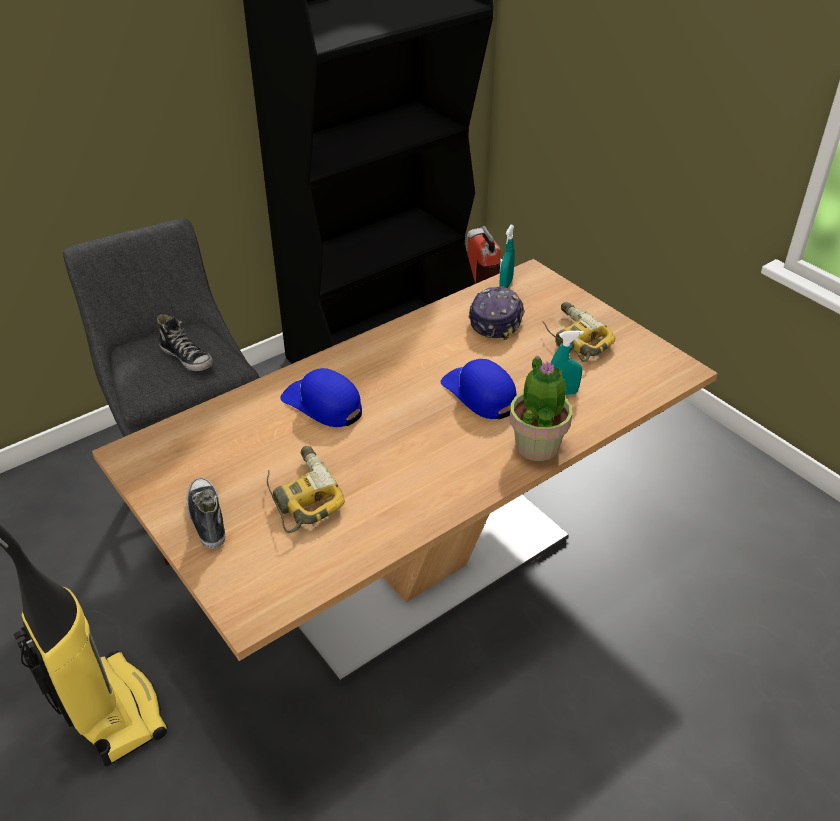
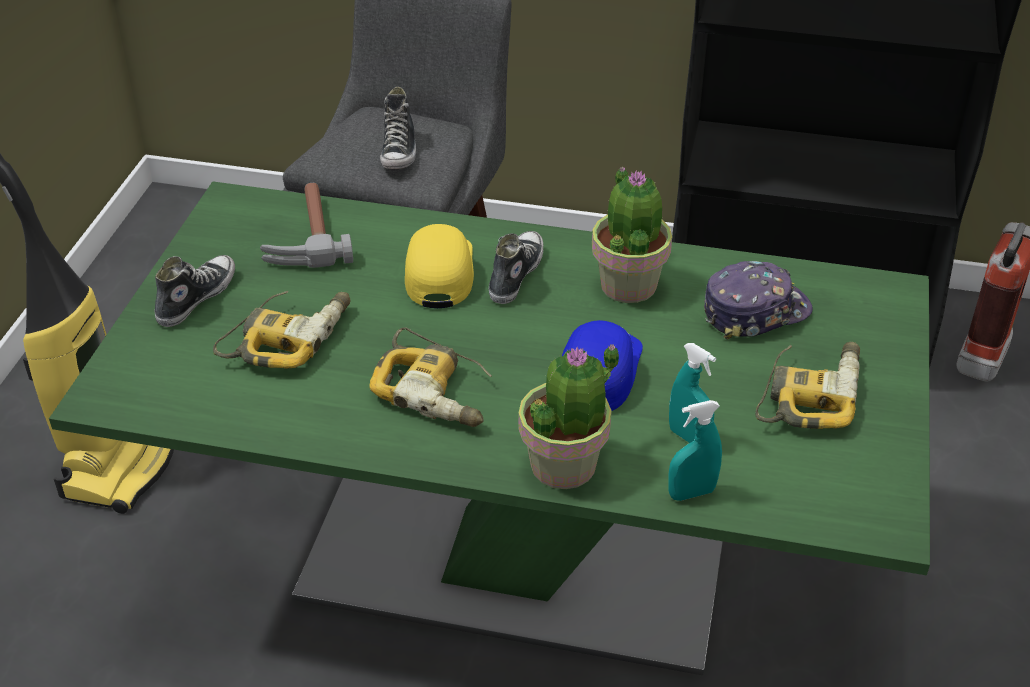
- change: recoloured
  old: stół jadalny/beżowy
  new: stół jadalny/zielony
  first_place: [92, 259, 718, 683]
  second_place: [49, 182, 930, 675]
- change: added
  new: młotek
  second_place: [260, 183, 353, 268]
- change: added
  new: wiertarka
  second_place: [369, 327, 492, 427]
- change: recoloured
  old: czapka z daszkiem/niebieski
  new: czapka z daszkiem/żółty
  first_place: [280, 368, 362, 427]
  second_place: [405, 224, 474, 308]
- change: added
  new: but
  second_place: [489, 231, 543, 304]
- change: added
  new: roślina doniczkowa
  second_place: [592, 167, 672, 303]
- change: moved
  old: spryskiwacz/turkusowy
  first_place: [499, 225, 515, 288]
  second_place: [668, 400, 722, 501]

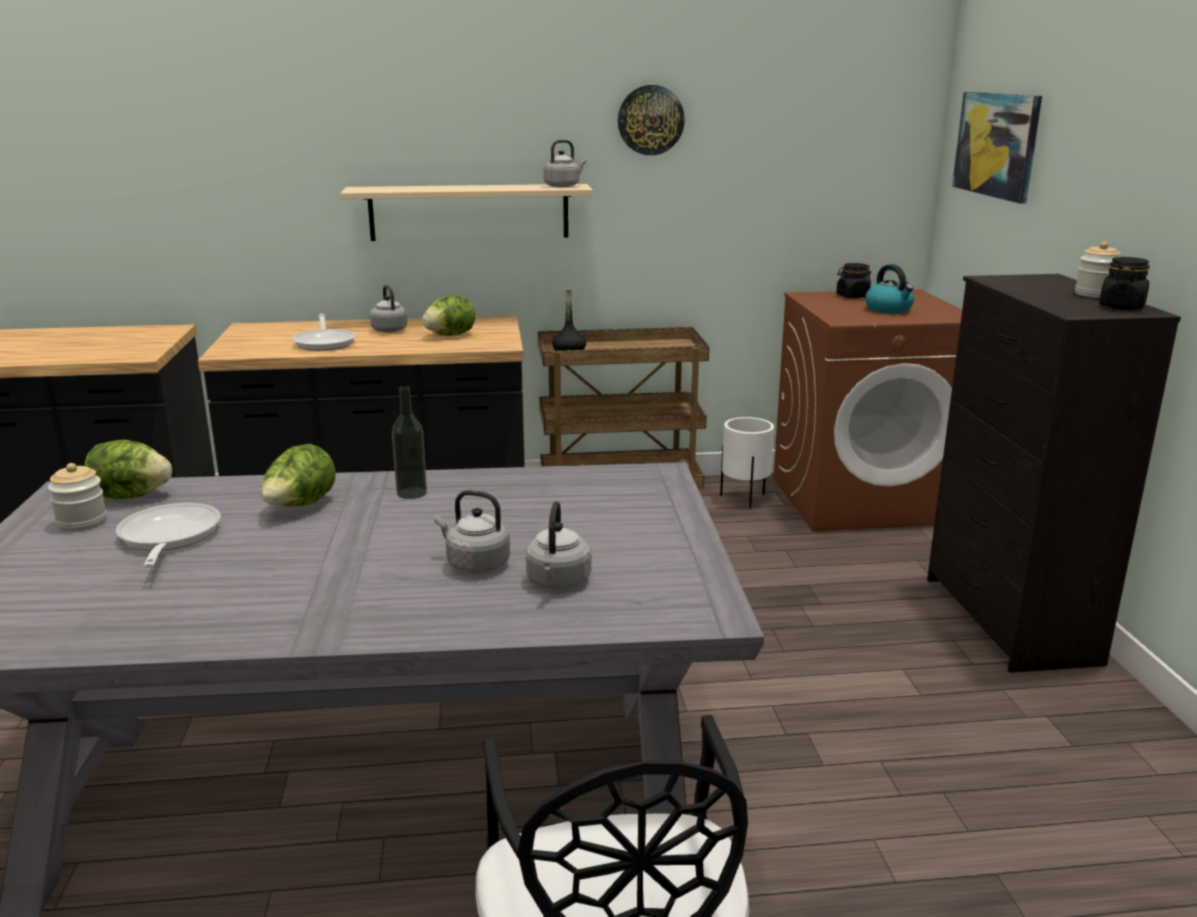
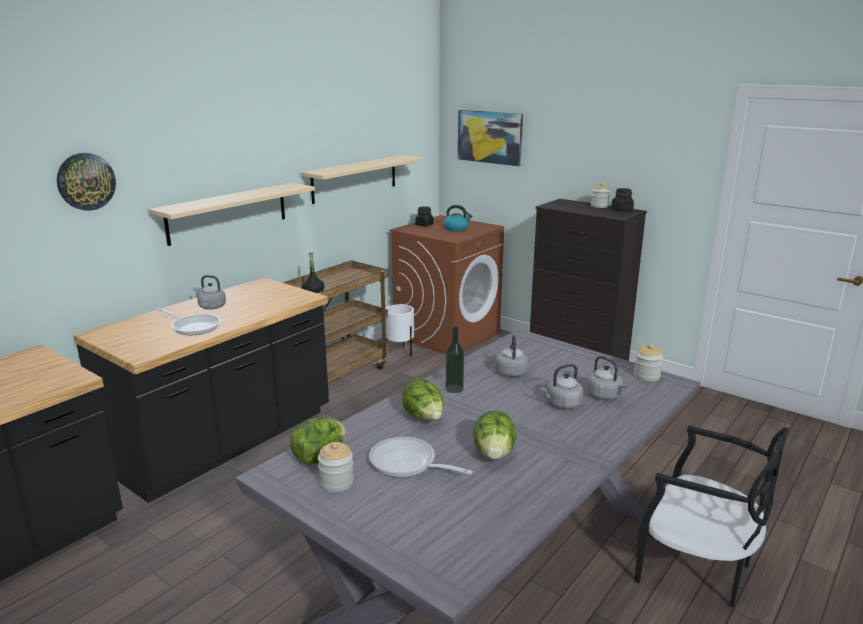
- change: moved
  old: zegar ścienny
  first_place: [618, 85, 685, 155]
  second_place: [57, 153, 116, 211]
- change: added
  new: półka/beżowy
  second_place: [300, 155, 423, 204]
- change: moved
  old: sałata
  first_place: [422, 296, 476, 335]
  second_place: [473, 410, 517, 460]
- change: moved
  old: czajnik/szary
  first_place: [543, 140, 586, 187]
  second_place: [496, 335, 528, 377]
- change: added
  new: słoik
  second_place: [634, 344, 663, 381]

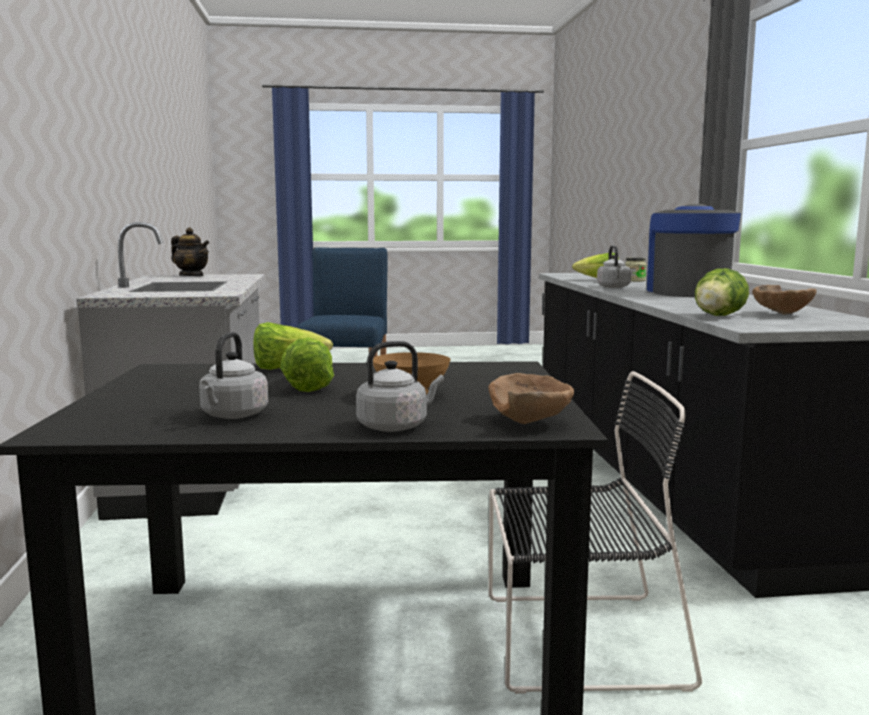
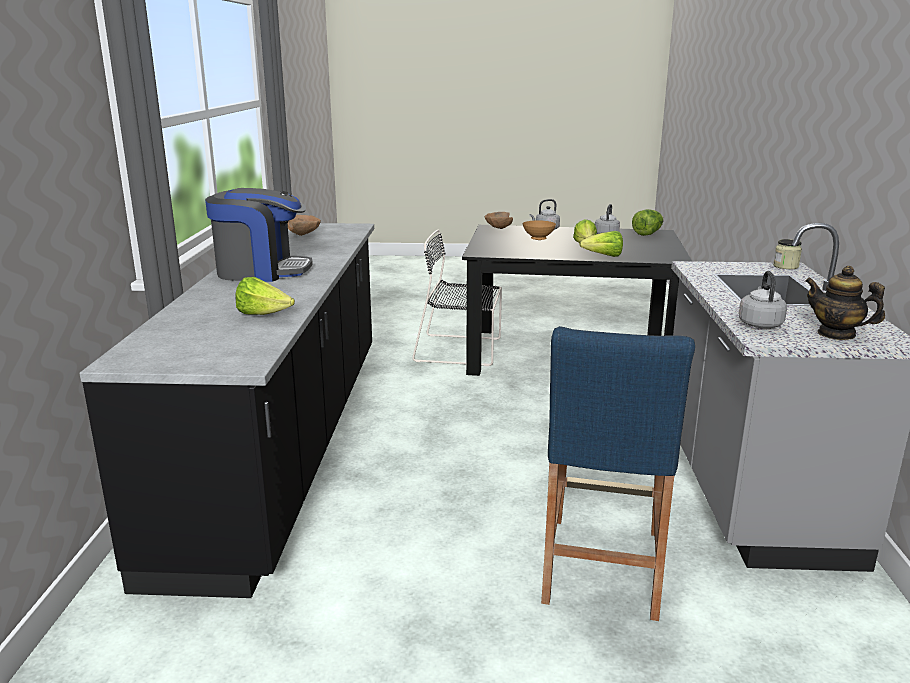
- change: turned
  old: ekspres do kawy
  first_place: [647, 204, 741, 297]
  second_place: [205, 188, 313, 282]
  degrees: -105
- change: moved
  old: sałata
  first_place: [695, 268, 749, 316]
  second_place: [632, 209, 664, 236]
- change: moved
  old: czajnik/szary
  first_place: [597, 245, 632, 288]
  second_place: [739, 271, 787, 328]
- change: moved
  old: słoik
  first_place: [625, 257, 647, 282]
  second_place: [773, 239, 802, 269]

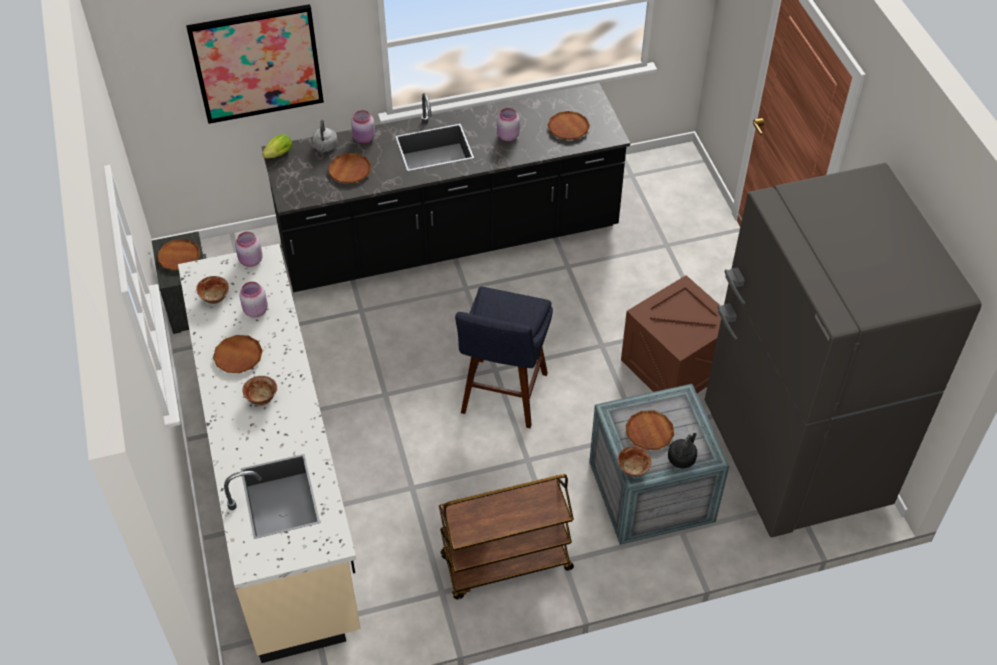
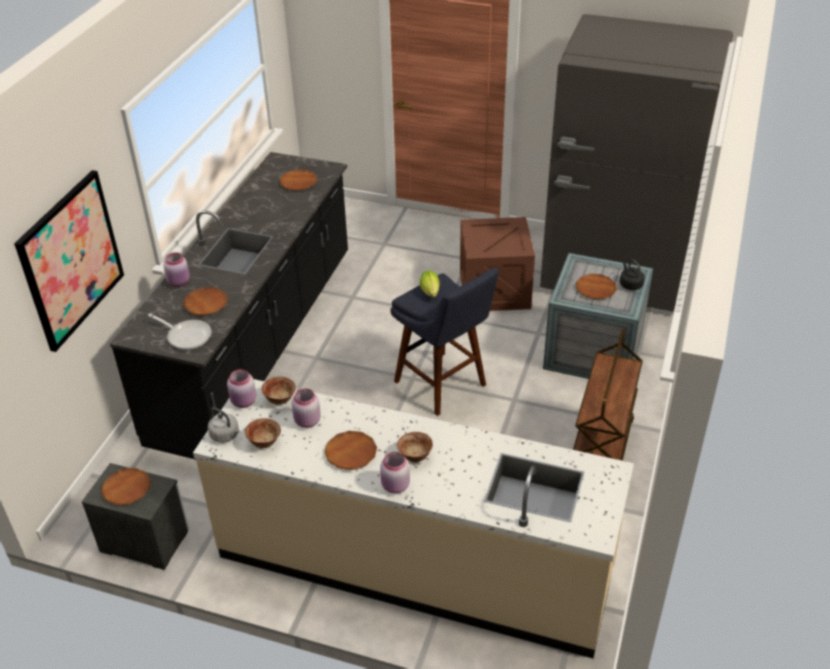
- change: added
  new: patelnia
  second_place: [148, 314, 211, 350]
- change: moved
  old: czajnik/szary
  first_place: [312, 120, 338, 152]
  second_place: [208, 407, 240, 443]
- change: moved
  old: miska
  first_place: [618, 446, 652, 477]
  second_place: [261, 376, 296, 405]
- change: moved
  old: słoik/różowy
  first_place: [497, 108, 520, 141]
  second_place: [380, 452, 410, 494]
- change: moved
  old: sałata
  first_place: [262, 134, 292, 158]
  second_place: [420, 271, 440, 297]

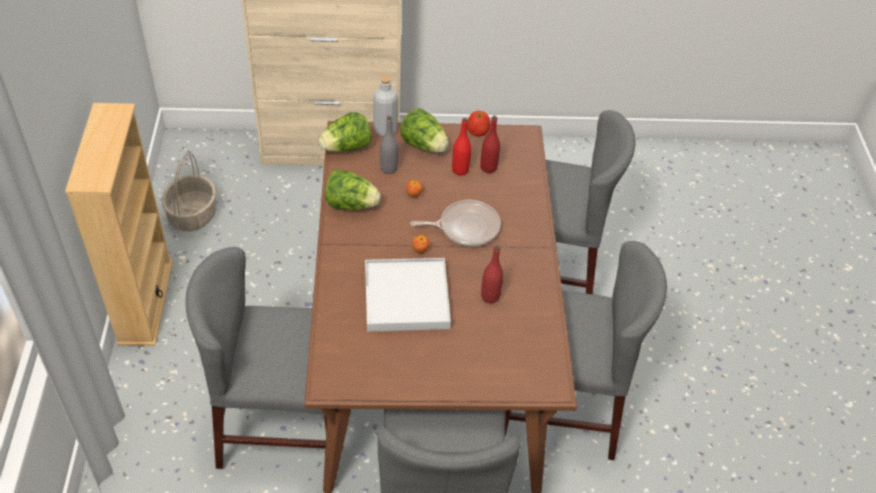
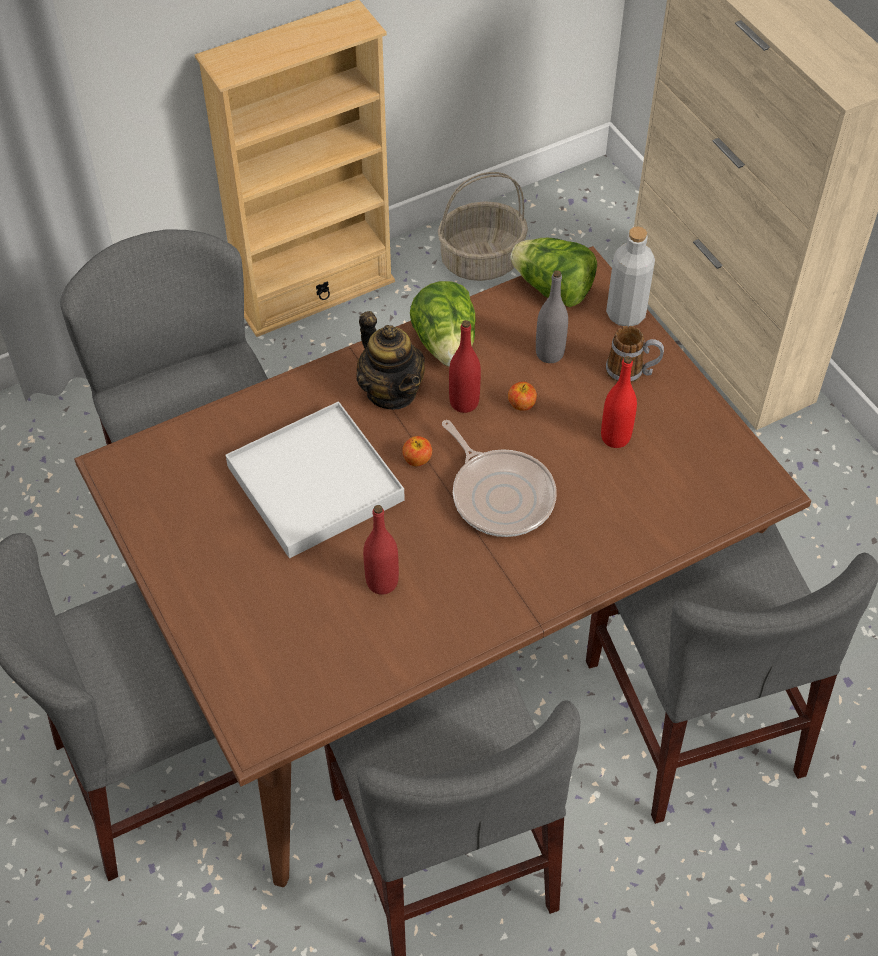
- change: added
  new: imbryk
  second_place: [356, 311, 425, 409]
- change: moved
  old: butelka/czerwony
  first_place: [480, 115, 500, 173]
  second_place: [449, 320, 481, 413]
- change: replaced
  old: sałata
  new: kubek
  first_place: [400, 108, 449, 153]
  second_place: [606, 326, 664, 383]
- change: removed
  old: jabłko
  first_place: [467, 110, 490, 137]

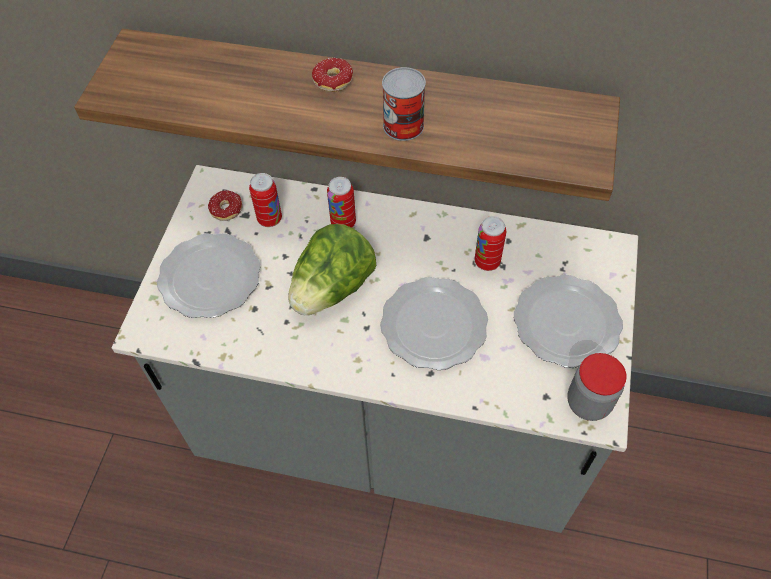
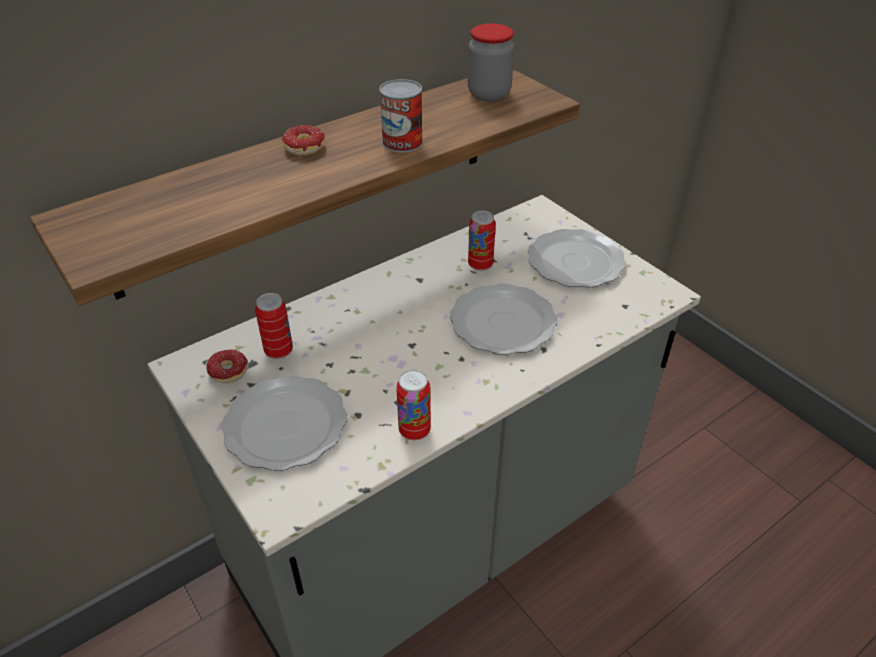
- change: moved
  old: puszka
  first_place: [327, 177, 356, 228]
  second_place: [396, 370, 431, 440]
- change: moved
  old: słoik
  first_place: [567, 353, 627, 421]
  second_place: [468, 23, 514, 101]
- change: removed
  old: sałata
  first_place: [288, 224, 377, 315]

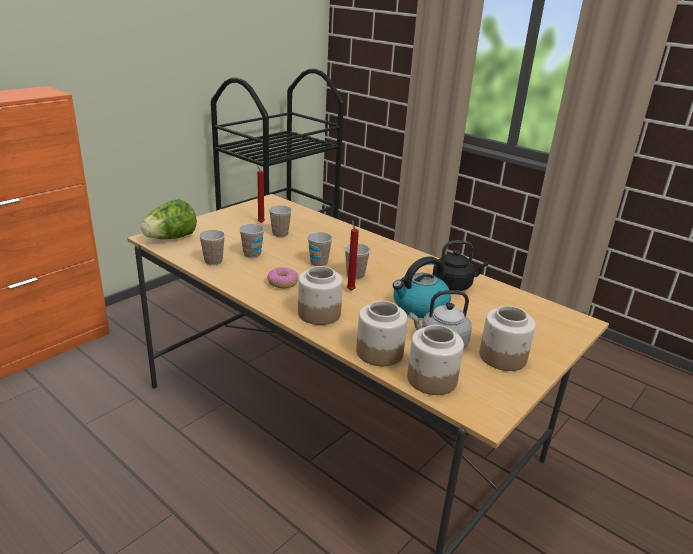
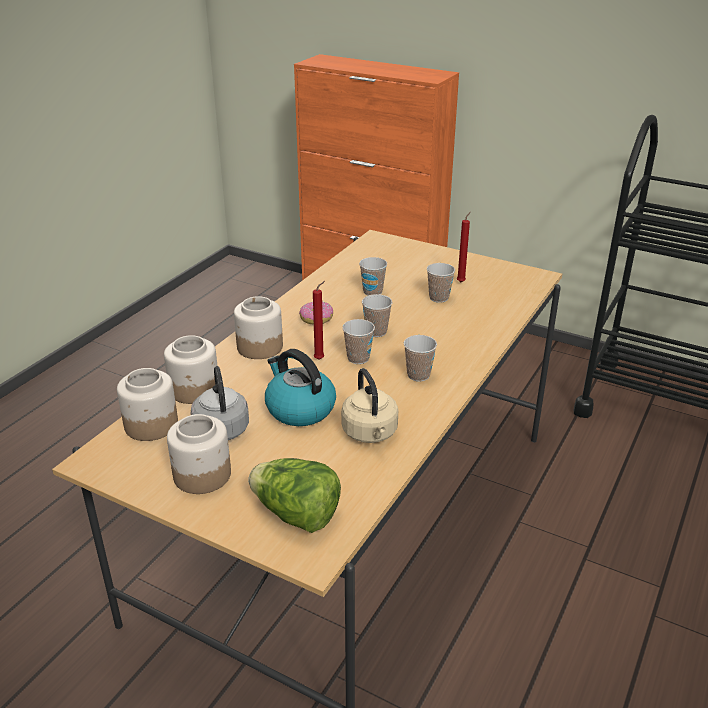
- change: moved
  old: sałata
  first_place: [141, 200, 197, 239]
  second_place: [248, 458, 341, 533]
- change: recoloured
  old: czajnik/czarny
  new: czajnik/beżowy
  first_place: [433, 240, 488, 291]
  second_place: [341, 368, 398, 443]
- change: moved
  old: filiżanka
  first_place: [199, 230, 225, 265]
  second_place: [404, 335, 437, 382]

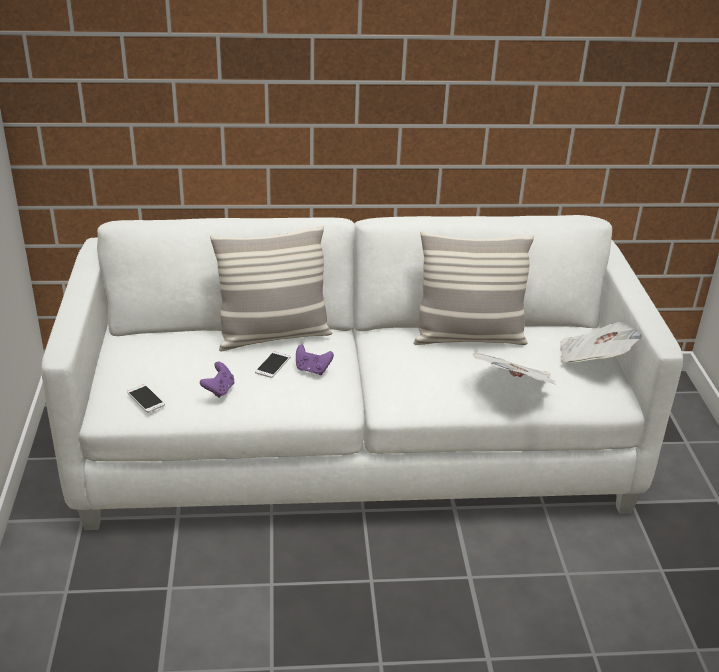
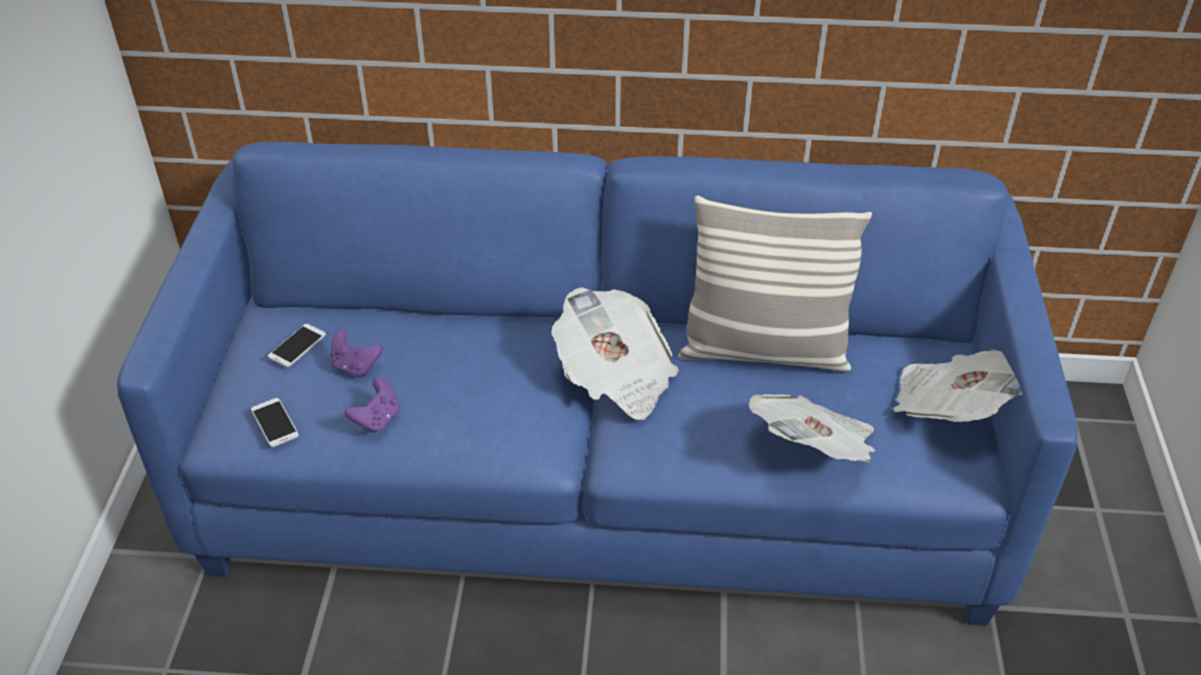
- change: recoloured
  old: kanapa/biały
  new: kanapa/niebieski
  first_place: [42, 215, 683, 530]
  second_place: [117, 142, 1078, 626]
- change: moved
  old: telefon
  first_place: [255, 351, 290, 378]
  second_place: [268, 324, 326, 367]
- change: moved
  old: pad do gier/fioletowy
  first_place: [296, 345, 334, 375]
  second_place: [330, 329, 383, 377]
- change: added
  new: gazeta
  second_place: [551, 287, 679, 420]
- change: removed
  old: poduszka
  first_place: [210, 225, 332, 351]

